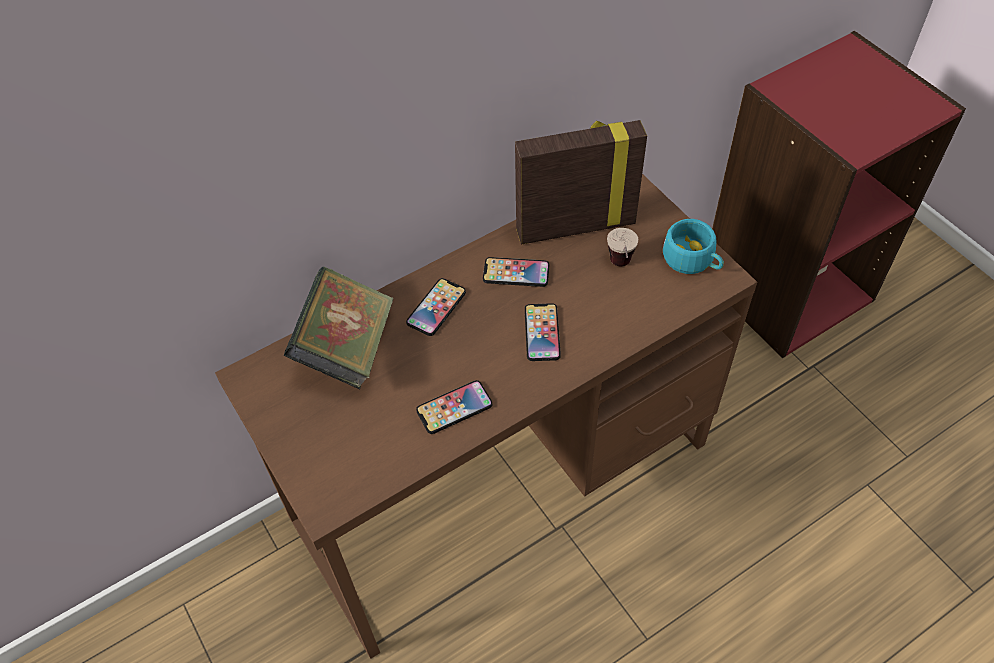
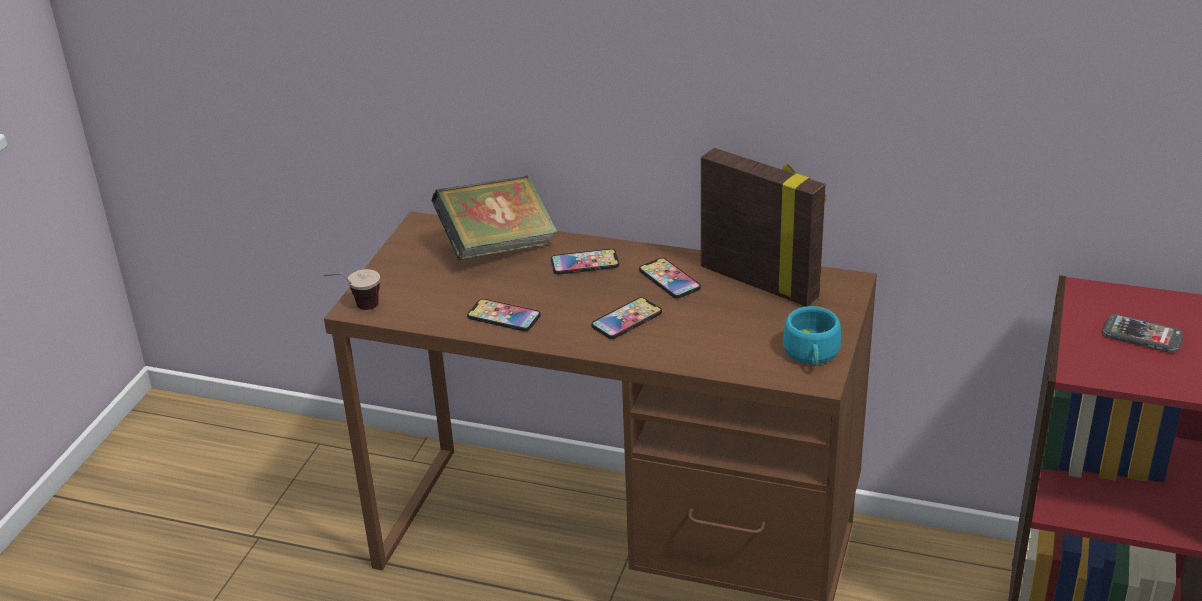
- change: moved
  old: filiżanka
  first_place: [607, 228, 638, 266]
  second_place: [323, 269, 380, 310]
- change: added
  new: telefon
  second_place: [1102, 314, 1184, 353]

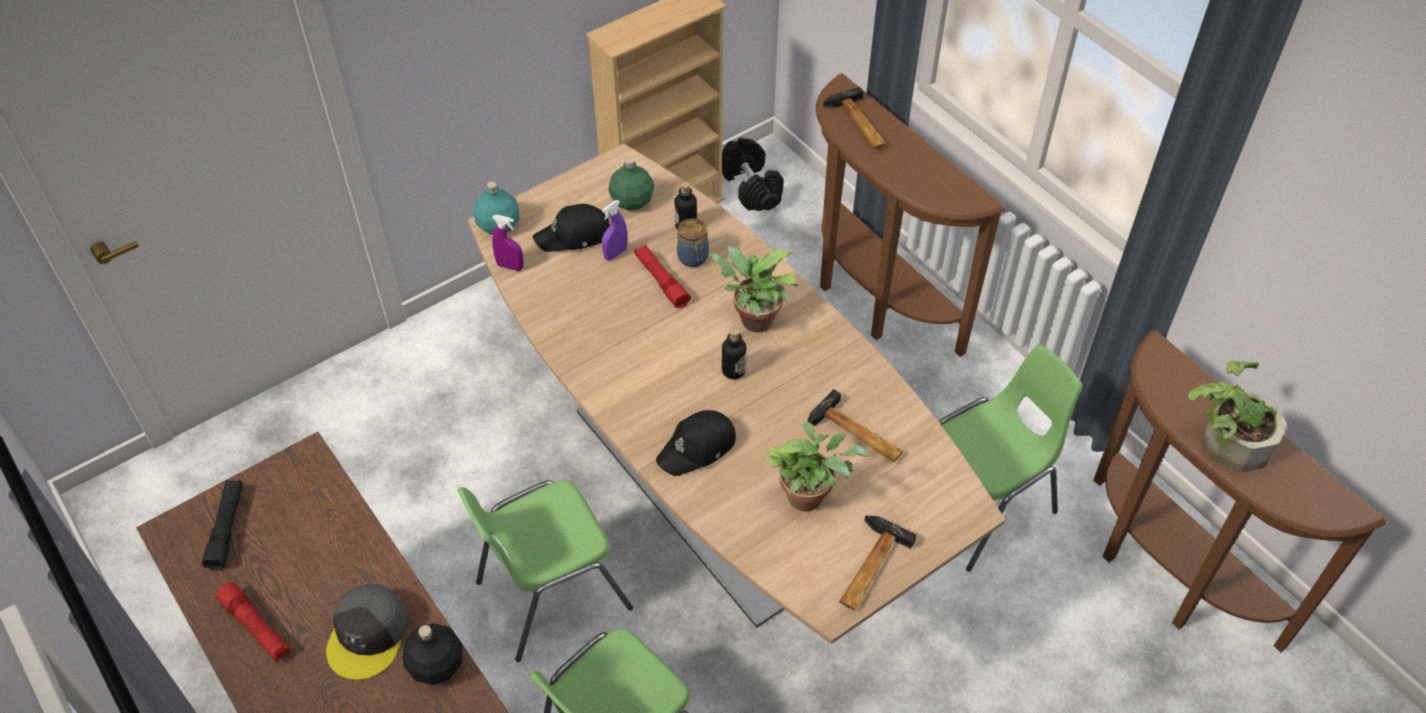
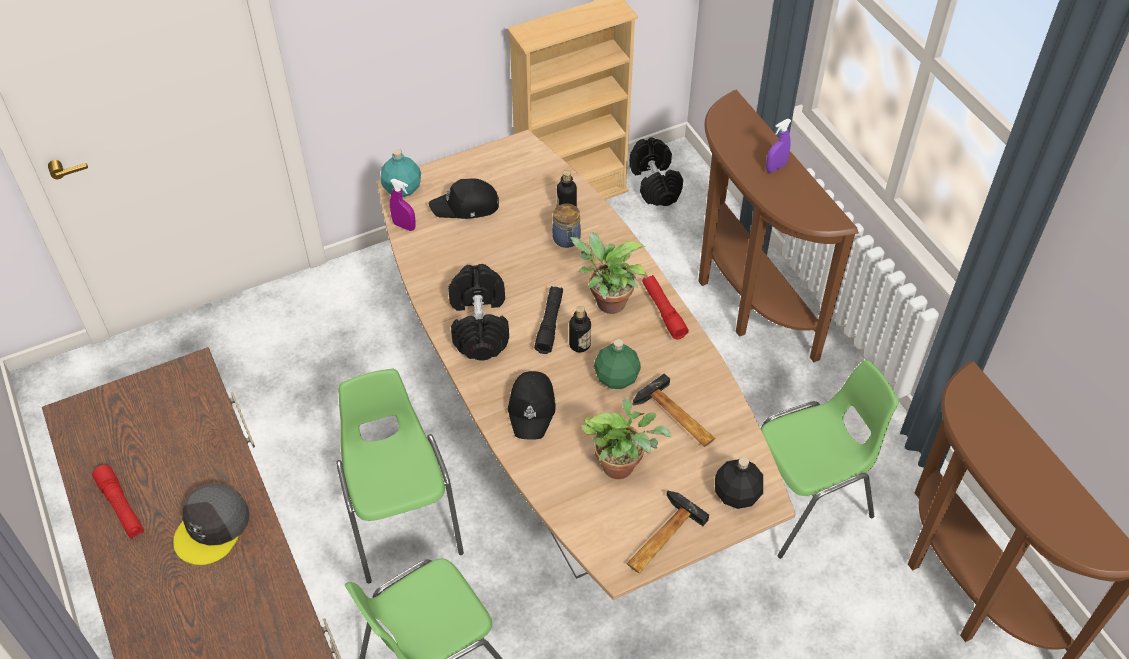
- change: turned
  old: krzesło/zielony
  first_place: [457, 480, 633, 662]
  second_place: [336, 369, 464, 584]
  degrees: 90
- change: added
  new: hantel/czarny
  second_place: [448, 264, 509, 361]
- change: turned
  old: czapka z daszkiem/czarny
  first_place: [656, 410, 736, 476]
  second_place: [508, 371, 556, 440]
  degrees: -60
- change: moved
  old: latarka/czarny
  first_place: [202, 480, 243, 570]
  second_place: [534, 286, 563, 354]
- change: moved
  old: butelka/zielony
  first_place: [608, 157, 654, 211]
  second_place: [594, 339, 641, 389]
- change: moved
  old: latarka/czerwony
  first_place: [634, 245, 691, 308]
  second_place: [642, 275, 689, 340]
- change: moved
  old: butelka/czarny
  first_place: [403, 623, 463, 685]
  second_place: [715, 457, 763, 509]
- change: moved
  old: spryskiwacz/fioletowy
  first_place: [602, 200, 627, 261]
  second_place: [766, 119, 791, 173]
- change: removed
  old: młotek
  first_place: [823, 87, 887, 149]
- change: removed
  old: roślina doniczkowa
  first_place: [1188, 361, 1287, 472]

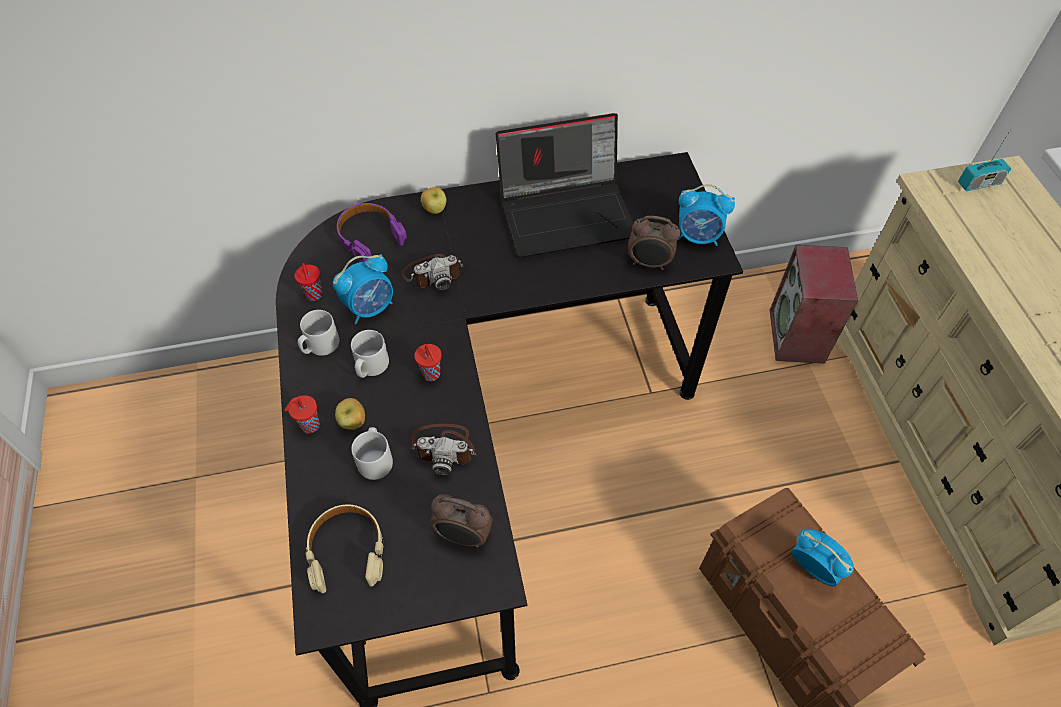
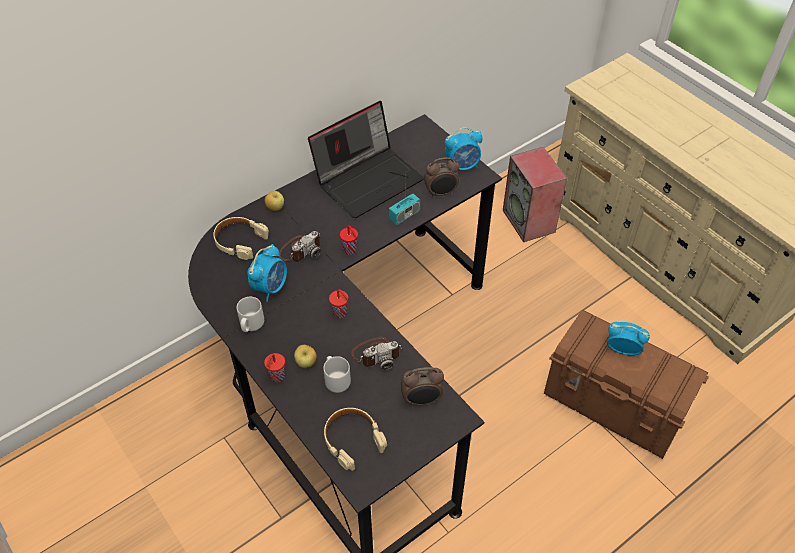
- change: recoloured
  old: słuchawki/fioletowy
  new: słuchawki/beżowy
  first_place: [337, 203, 407, 262]
  second_place: [214, 217, 269, 260]
- change: moved
  old: filiżanka/czerwony
  first_place: [294, 263, 323, 301]
  second_place: [340, 226, 358, 255]
- change: moved
  old: radio
  first_place: [958, 128, 1012, 191]
  second_place: [389, 181, 420, 225]
- change: removed
  old: kubek/szary
  first_place: [351, 330, 389, 378]

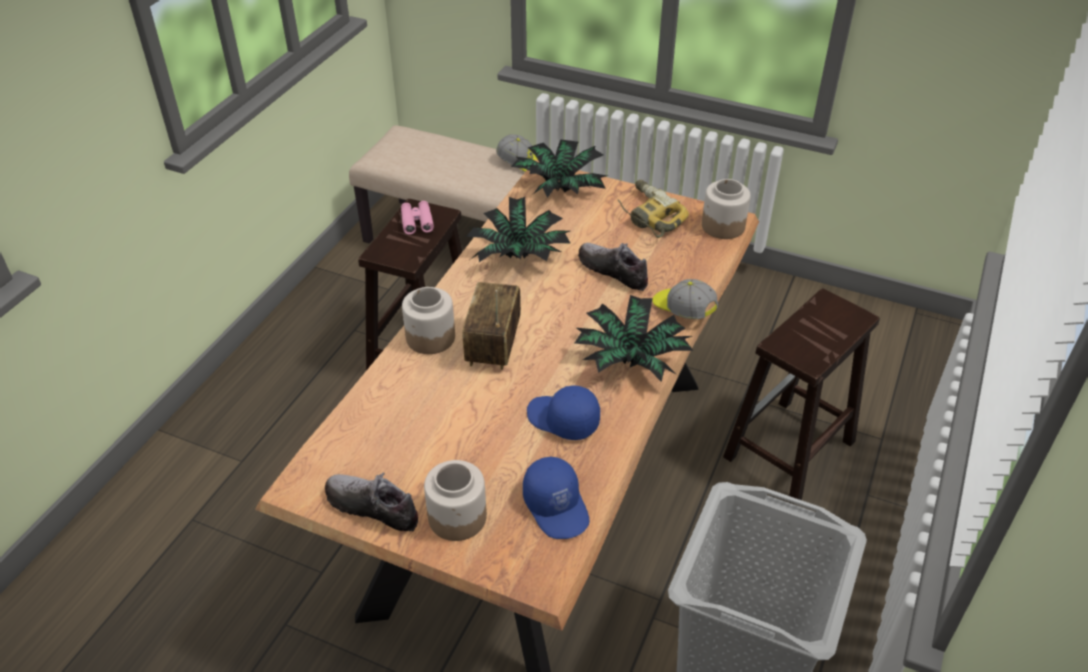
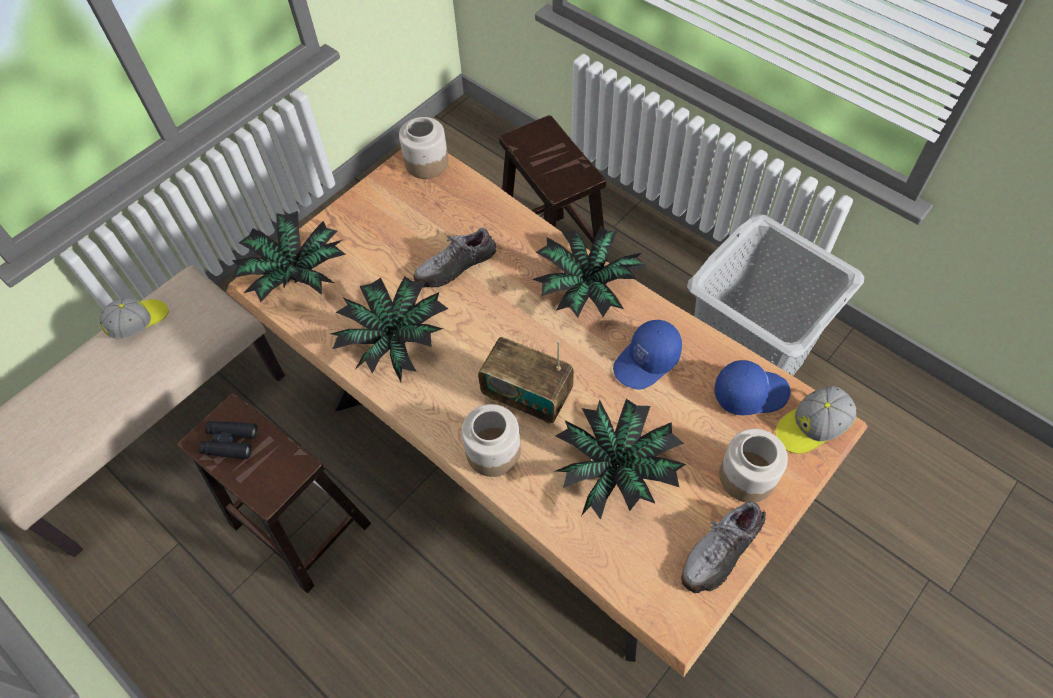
- change: recoloured
  old: lornetka/różowy
  new: lornetka/czarny
  first_place: [401, 201, 434, 235]
  second_place: [198, 421, 258, 459]
- change: added
  new: roślina doniczkowa
  second_place: [555, 399, 686, 520]
- change: moved
  old: czapka z daszkiem
  first_place: [652, 279, 718, 319]
  second_place: [776, 386, 856, 454]
- change: removed
  old: wiertarka
  first_place: [618, 180, 689, 238]

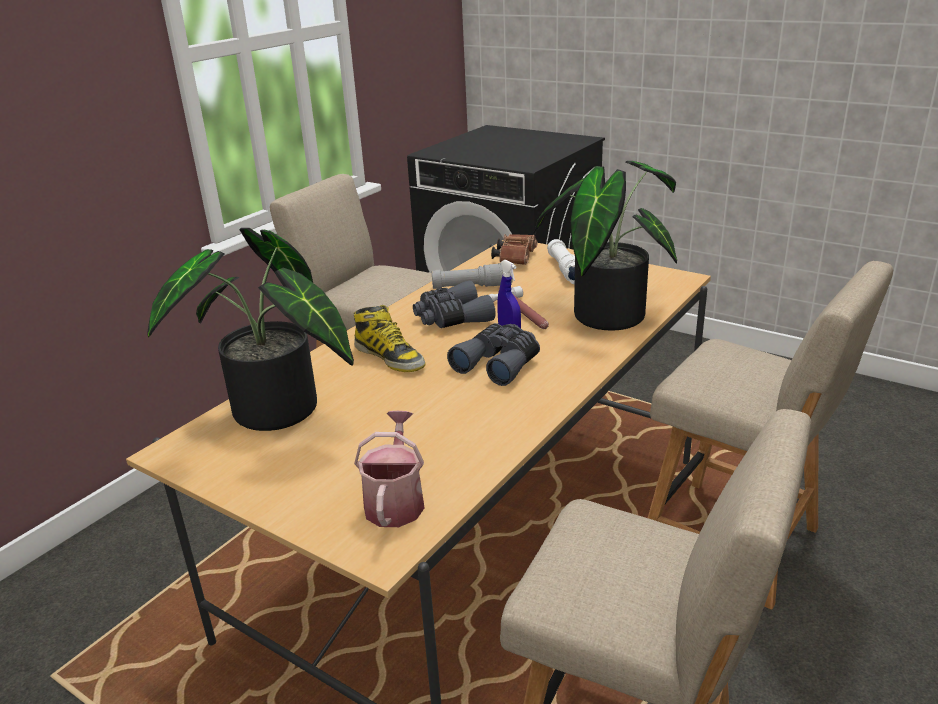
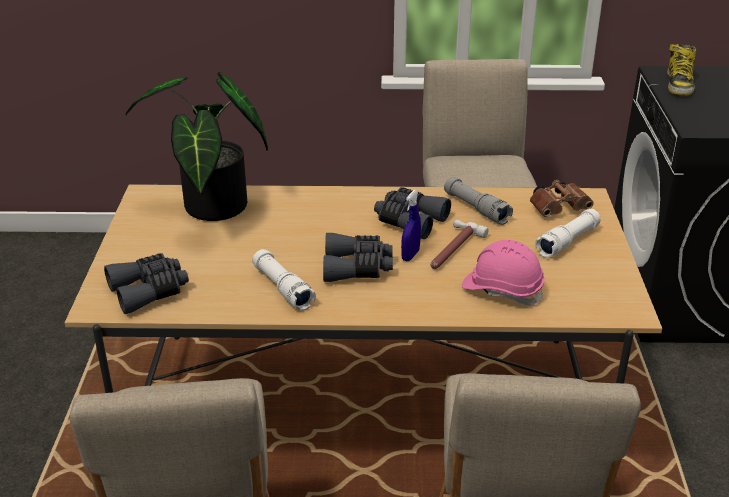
- change: replaced
  old: konewka
  new: lornetka/szary
  first_place: [354, 411, 425, 527]
  second_place: [104, 253, 189, 314]
- change: added
  new: latarka/biały
  second_place: [252, 249, 316, 311]
- change: replaced
  old: roślina doniczkowa
  new: kask/różowy
  first_place: [533, 161, 677, 331]
  second_place: [461, 240, 545, 305]
- change: moved
  old: but z cholewką
  first_place: [353, 305, 425, 372]
  second_place: [667, 44, 696, 96]

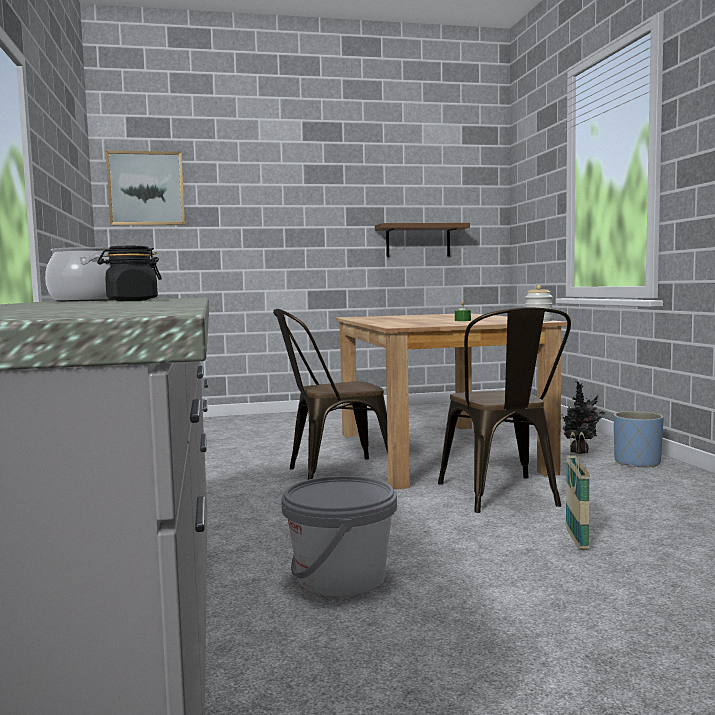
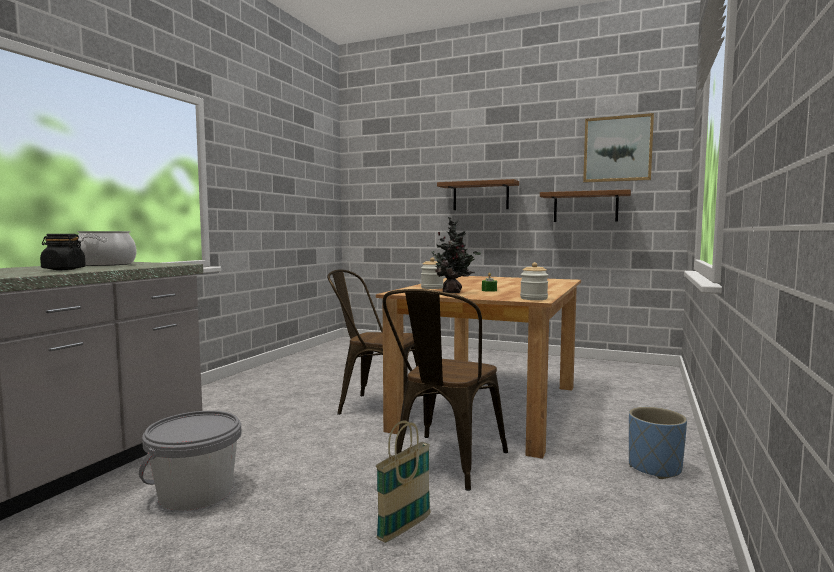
- change: added
  new: słoik
  second_place: [421, 258, 443, 289]
- change: moved
  old: roślina doniczkowa
  first_place: [562, 382, 605, 454]
  second_place: [428, 217, 481, 293]
- change: added
  new: półka/brązowy
  second_place: [437, 179, 519, 210]
- change: moved
  old: obraz
  first_place: [106, 150, 185, 225]
  second_place: [583, 113, 654, 183]

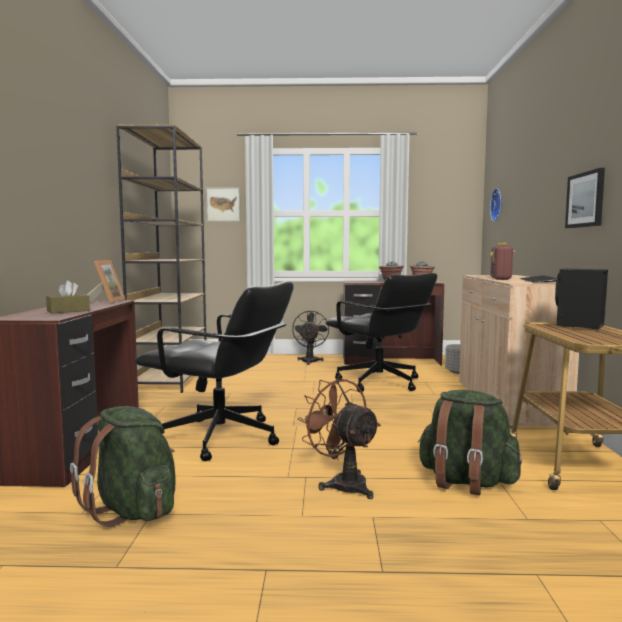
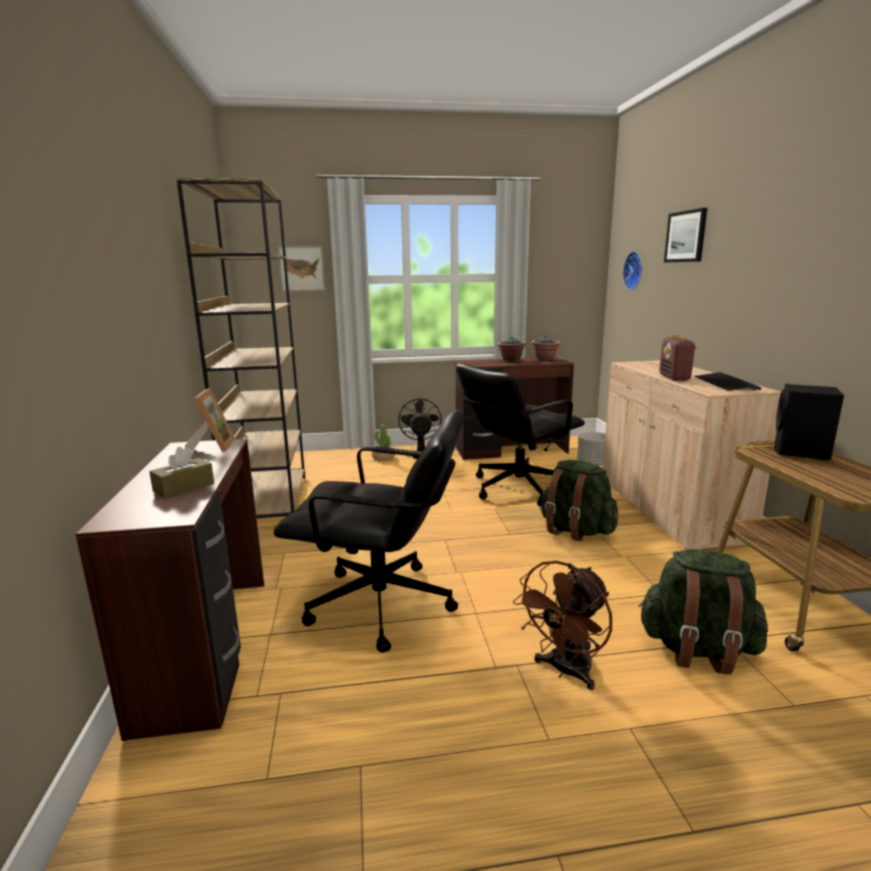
- change: added
  new: roślina doniczkowa
  second_place: [372, 424, 395, 461]
- change: turned
  old: krzesło biurowe/czarny
  first_place: [325, 273, 437, 392]
  second_place: [456, 364, 585, 507]
  degrees: 105
- change: turned
  old: wentylator/brązowy
  first_place: [297, 378, 381, 499]
  second_place: [513, 561, 612, 690]
  degrees: -90
- change: moved
  old: plecak/zielony
  first_place: [70, 406, 176, 527]
  second_place: [541, 460, 618, 541]
- change: moved
  old: obraz
  first_place: [565, 168, 605, 228]
  second_place: [664, 208, 707, 262]

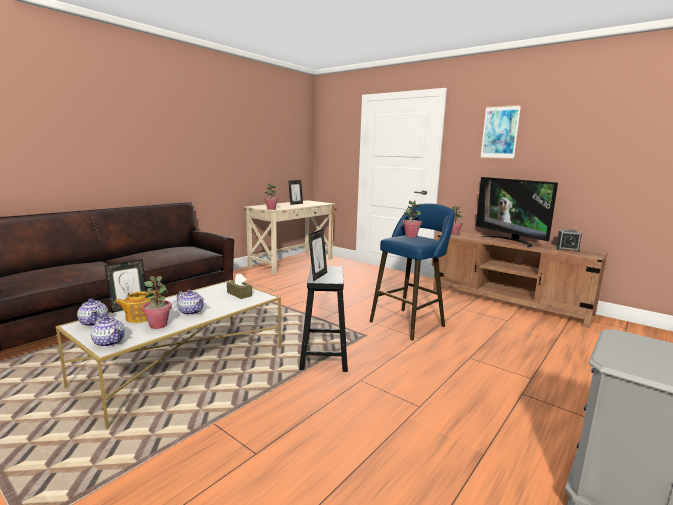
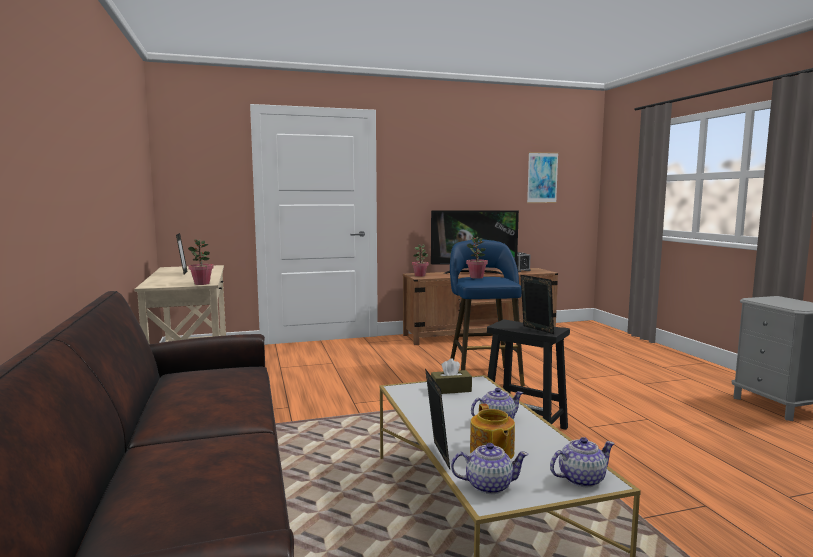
- change: moved
  old: obraz
  first_place: [480, 105, 521, 159]
  second_place: [527, 152, 559, 203]
- change: removed
  old: roślina doniczkowa
  first_place: [142, 276, 172, 329]

